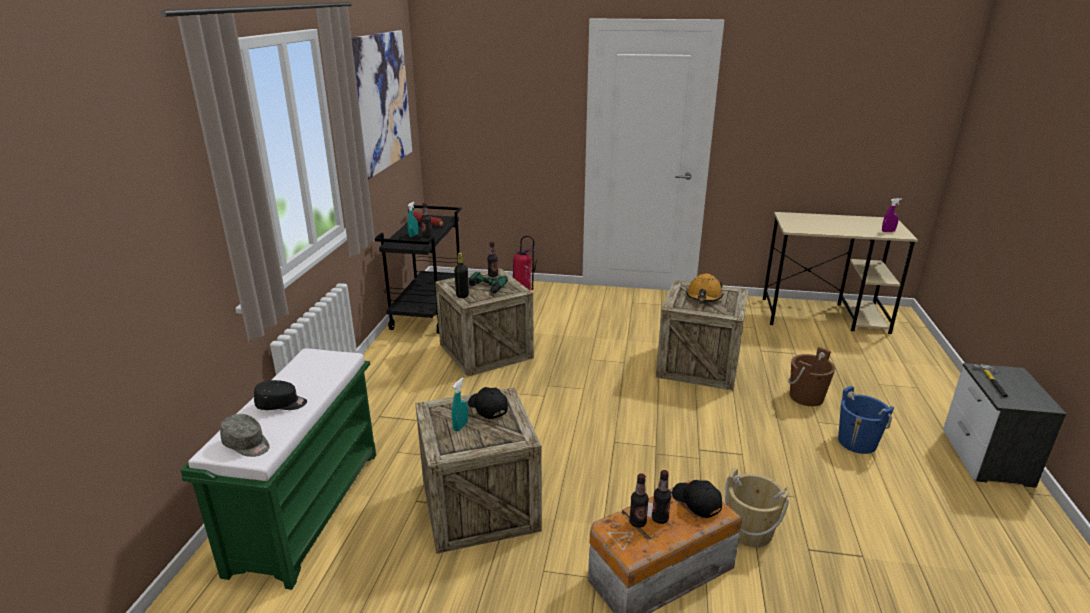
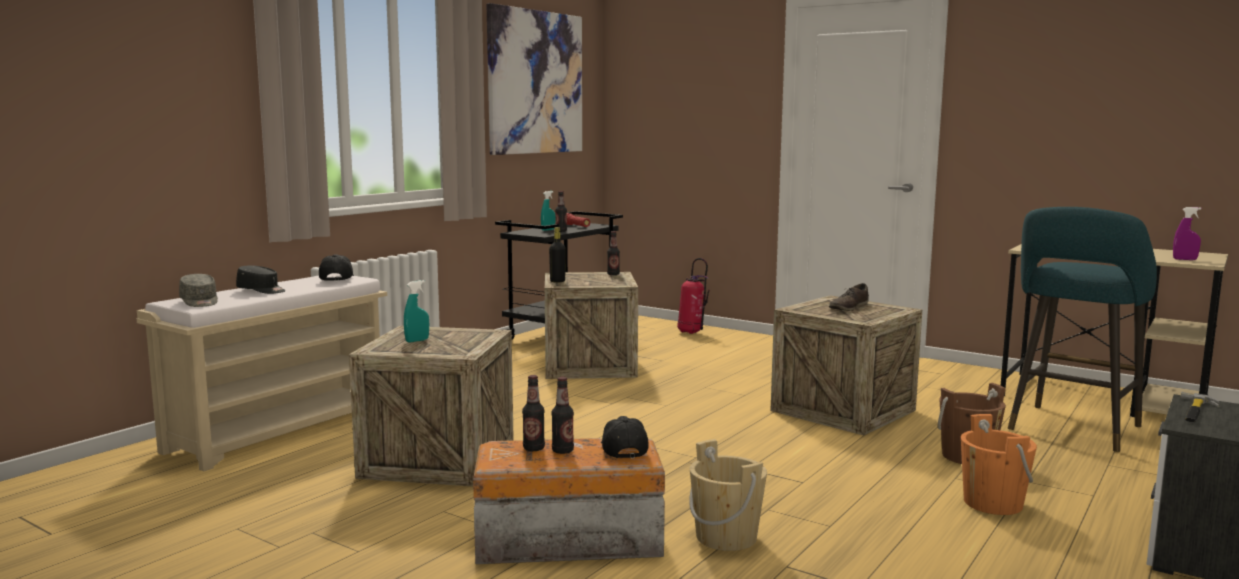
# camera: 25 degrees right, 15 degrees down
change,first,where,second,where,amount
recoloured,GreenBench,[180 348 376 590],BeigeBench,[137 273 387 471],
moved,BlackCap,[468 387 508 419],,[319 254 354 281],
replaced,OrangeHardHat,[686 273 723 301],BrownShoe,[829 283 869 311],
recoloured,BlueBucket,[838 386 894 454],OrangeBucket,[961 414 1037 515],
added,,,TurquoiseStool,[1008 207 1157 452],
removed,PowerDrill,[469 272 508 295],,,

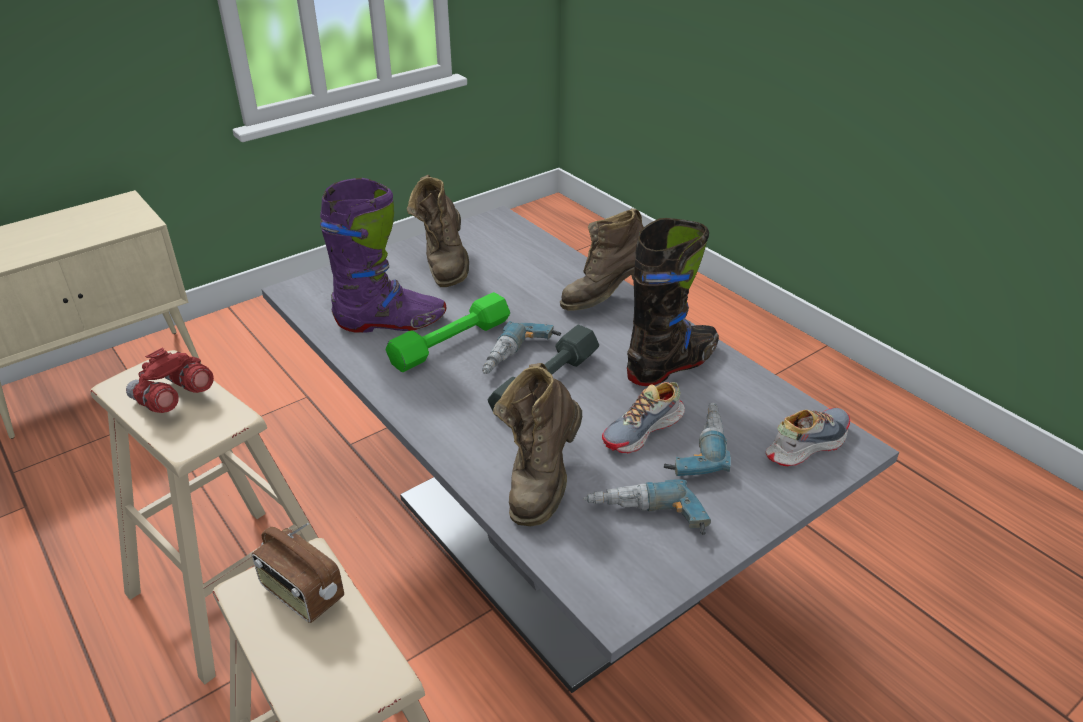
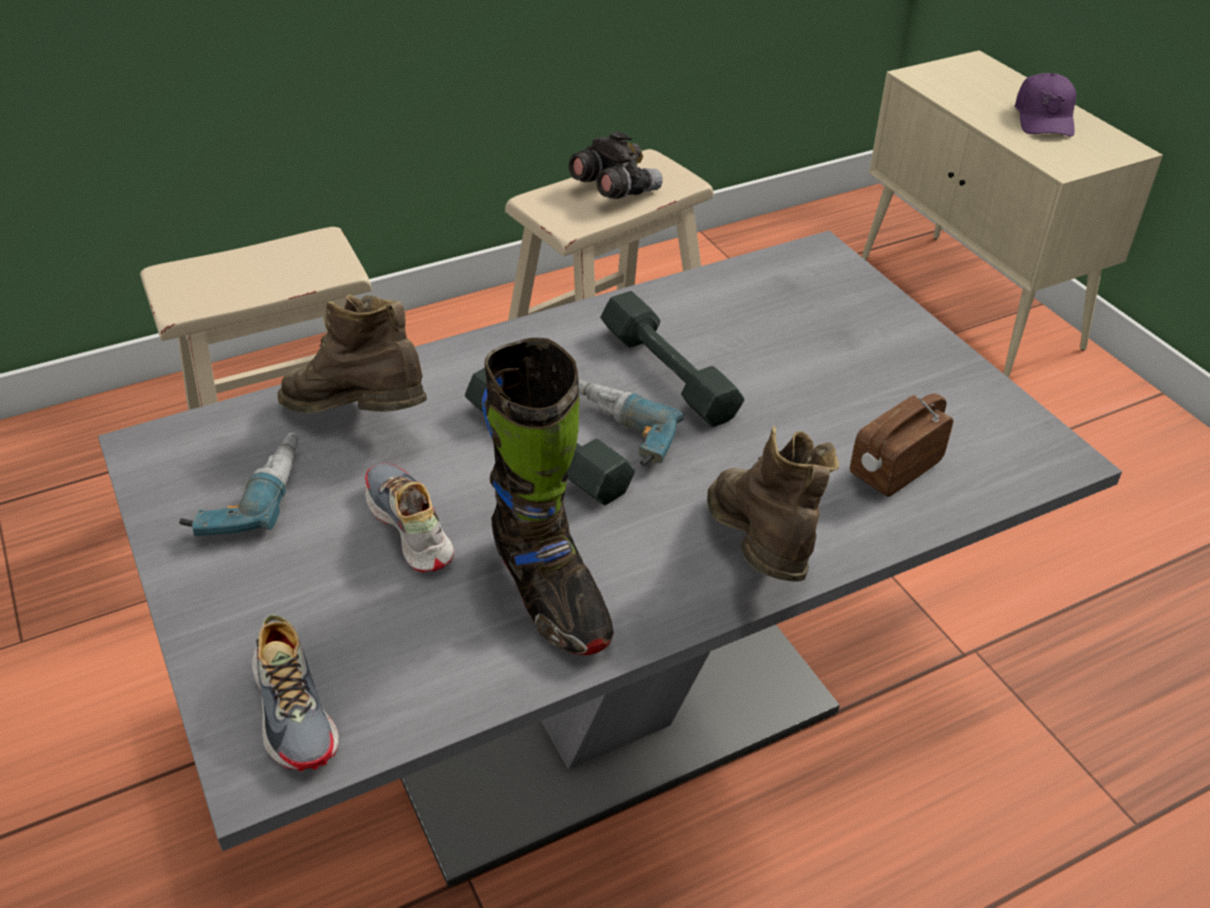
# camera: 100 degrees right, 5 degrees up
change,first,where,second,where,amount
recoloured,RedBinoculars,[126 348 214 413],GreyBinoculars,[569 131 663 199],
recoloured,GreenDumbbell,[385 292 510 372],GreyDumbbell,[600 291 745 427],
moved,Radio,[252 523 344 623],,[850 393 953 497],
added,,,PurpleCap,[1015 73 1076 136],
removed,PurpleBoot,[320 178 446 333],,,
removed,BrownBoot,[407 175 469 287],,,
removed,PowerDrill,[664 403 731 476],,,

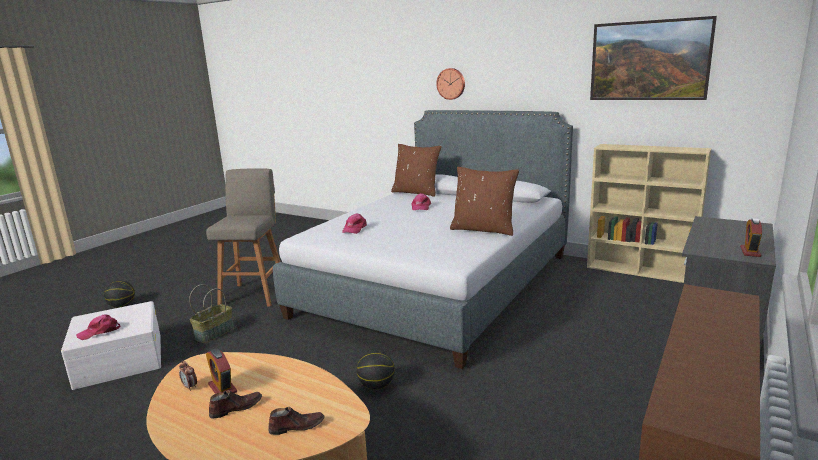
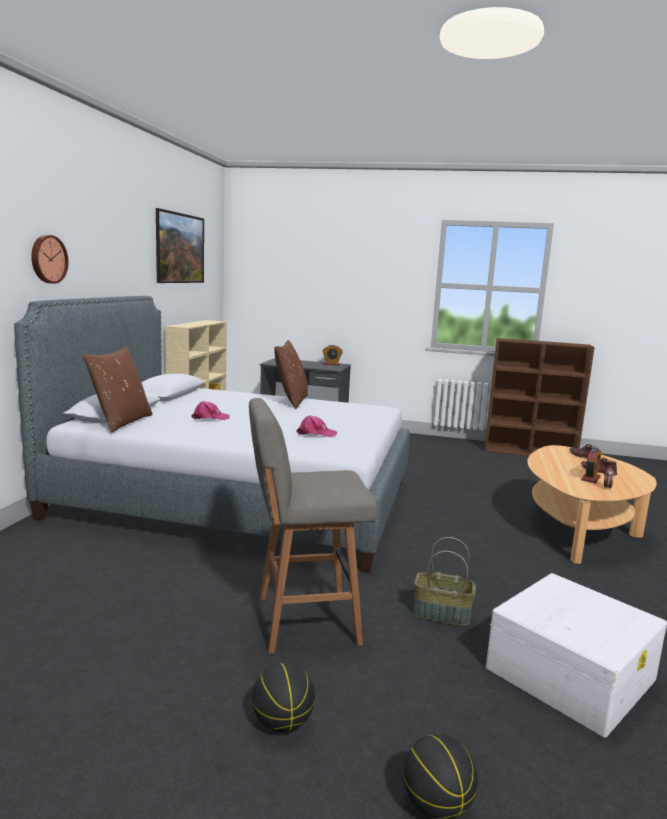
# camera: 110 degrees left, 5 degrees down
change,first,where,second,where,amount
moved,Basketball,[357 351 395 390],,[252 662 315 732],
removed,PinkCap,[76 314 120 340],,,

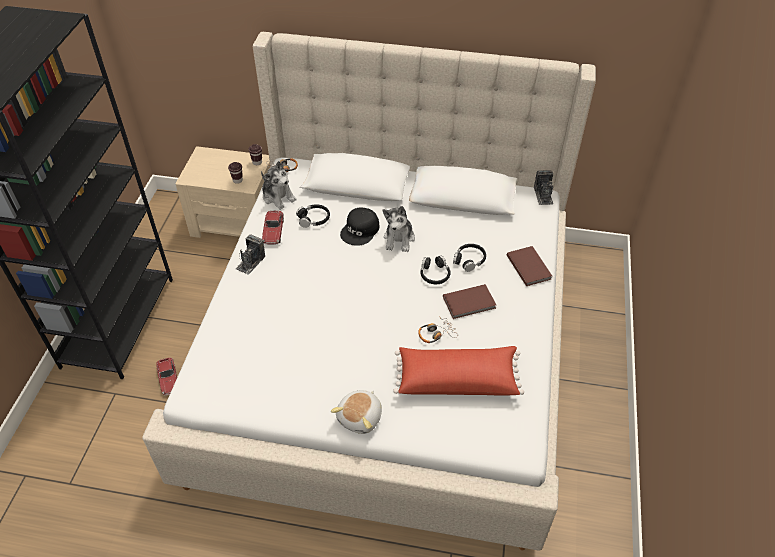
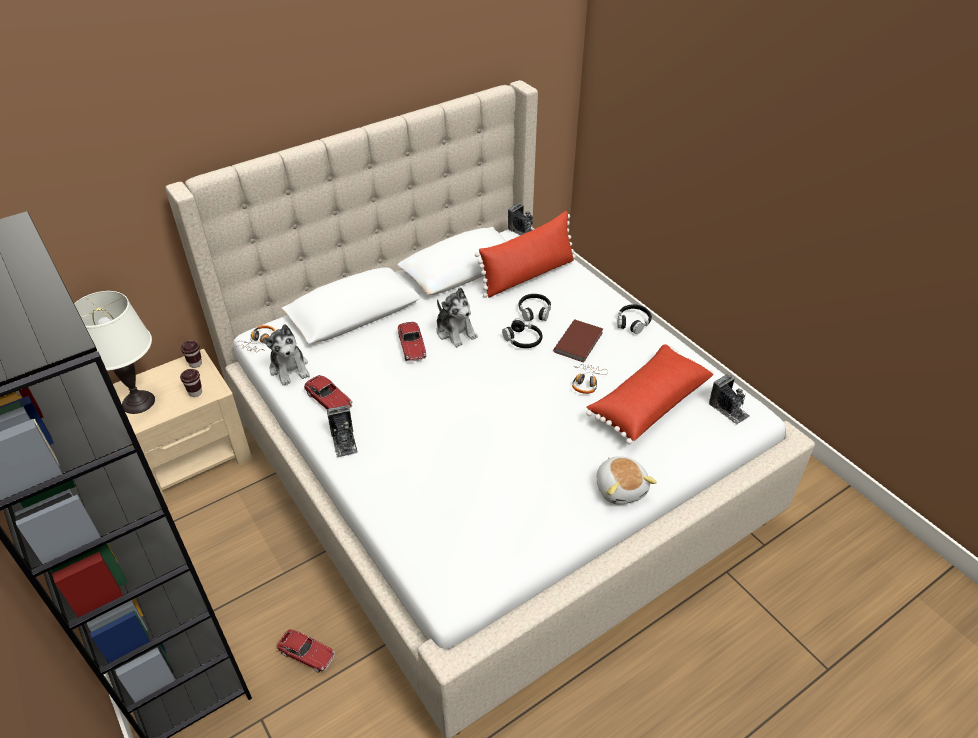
# camera: 45 degrees left, 5 degrees down
change,first,where,second,where,amount
added,,,WhiteTableLamp,[74 291 155 414],
turned,PlushToy,[261 161 297 210],,[262 324 309 386],60 degrees clockwise
replaced,BlackCap,[340 207 379 246],ToyCar,[398 322 426 361],
added,,,RedPillow,[475 211 576 298],
moved,BlackHeadphones,[296 204 330 228],,[617 304 652 334],
added,,,PhotoCamera,[709 374 750 425],
removed,BrownBook,[507 246 552 286],,,

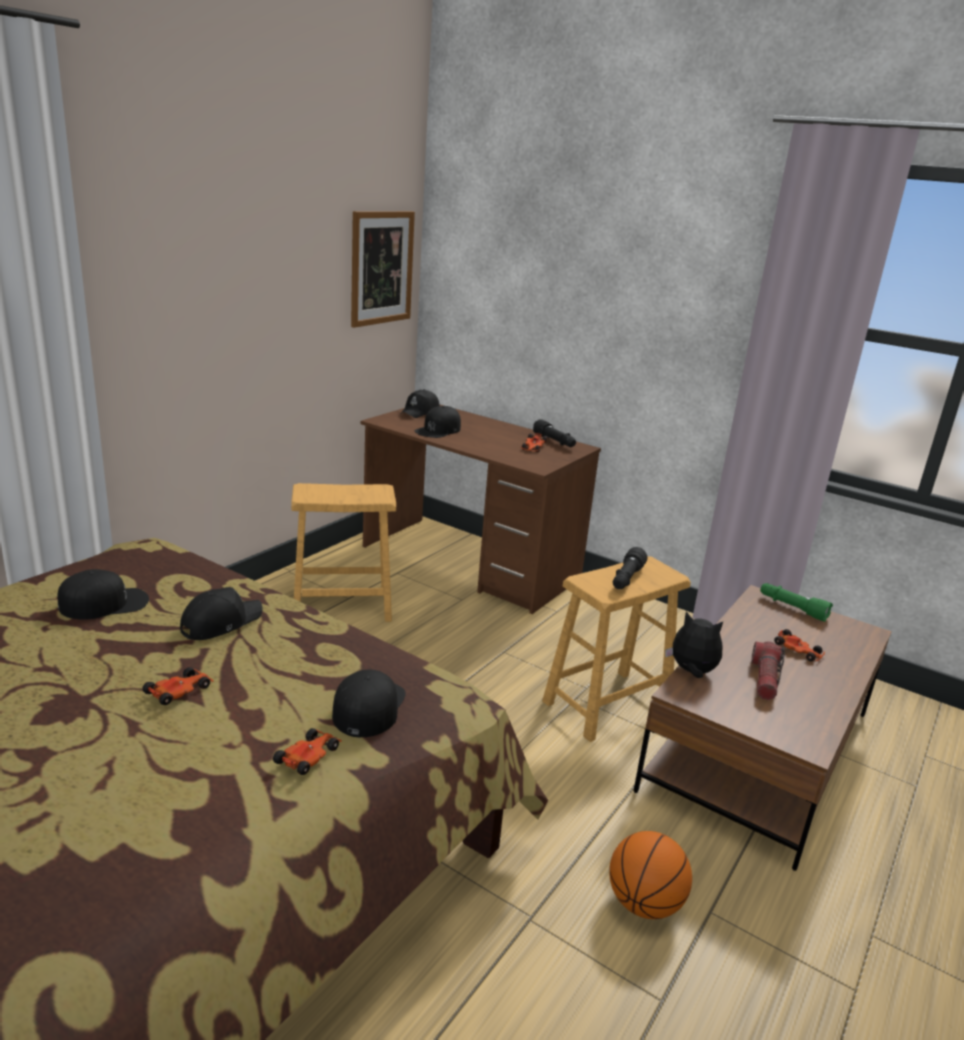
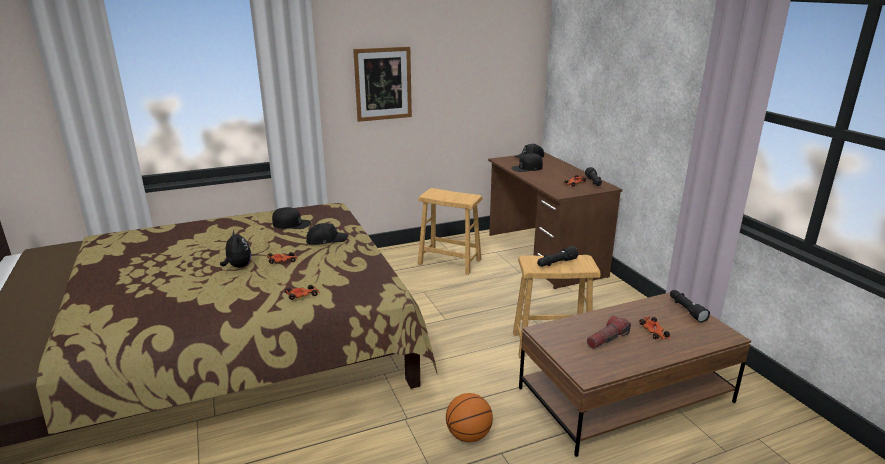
# camera: 35 degrees right, 0 degrees up
change,first,where,second,where,amount
moved,PlushToy,[665 611 723 678],,[220 229 251 268],
moved,Picture,[351 211 415 328],,[353 46 412 122],
recoloured,GreenFlashlight,[760 583 833 622],BlackFlashlight,[670 290 710 323],
removed,BlackCap,[332 670 406 737],,,

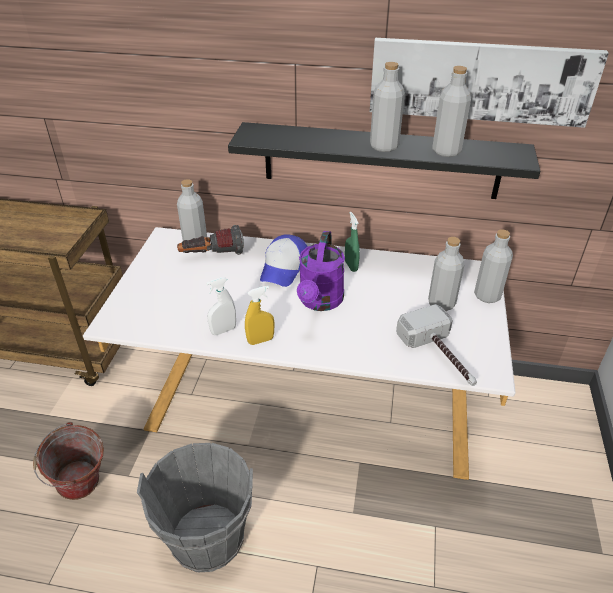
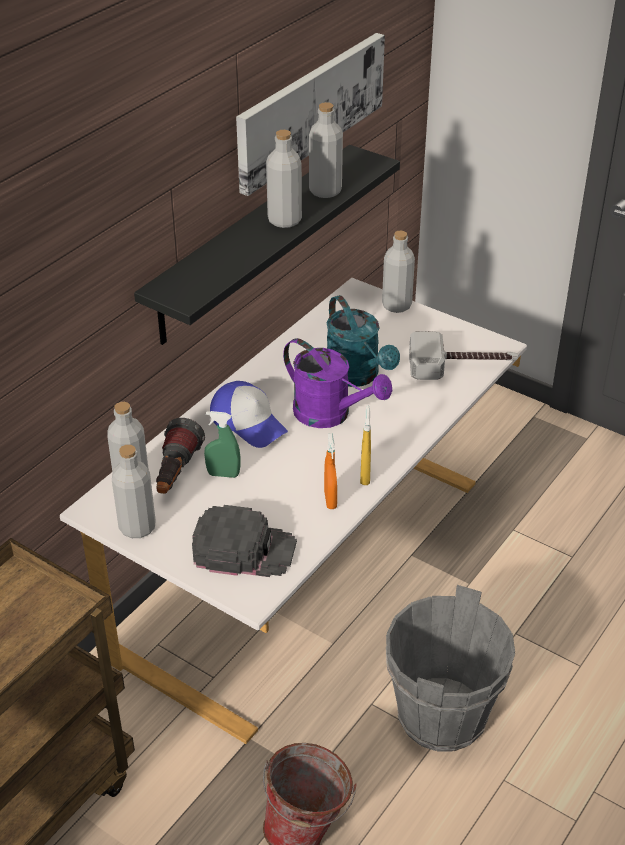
# camera: 65 degrees left, 0 degrees up
change,first,where,second,where,amount
moved,GreyBottle,[428 237 465 311],,[112 445 155 538],
added,,,BlackCap,[192 505 297 577],
moved,GreenSprayBottle,[345 212 360 272],,[204 411 240 478],
recoloured,WhiteSprayBottle,[206 277 236 335],OrangeSprayBottle,[324 433 337 509],
added,,,TurquoiseWateringCan,[327 295 400 387],

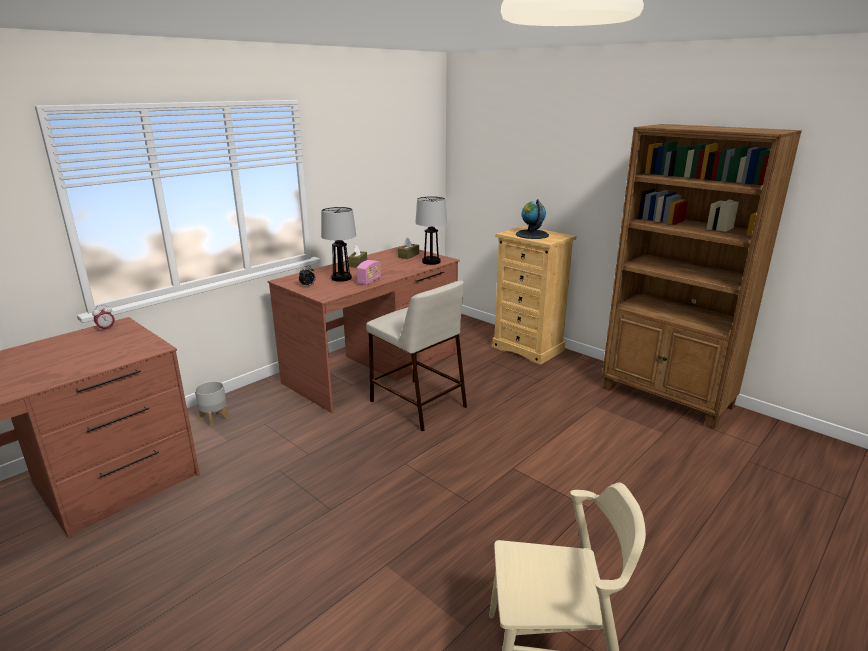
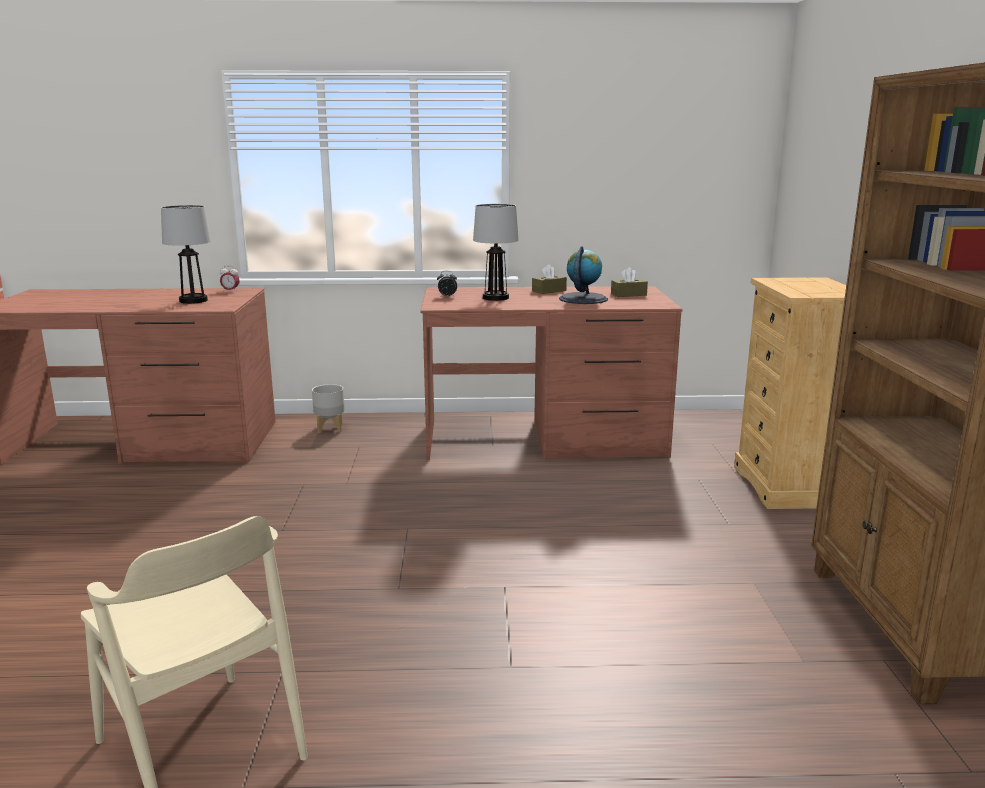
# camera: 45 degrees right, 5 degrees down
change,first,where,second,where,amount
moved,TableLamp,[415 196 447 265],,[161 205 211 304],
moved,Globe,[516 199 549 239],,[559 246 608 304],
removed,Radio,[357 260 381 285],,,
removed,BeigeStool,[366 280 467 431],,,

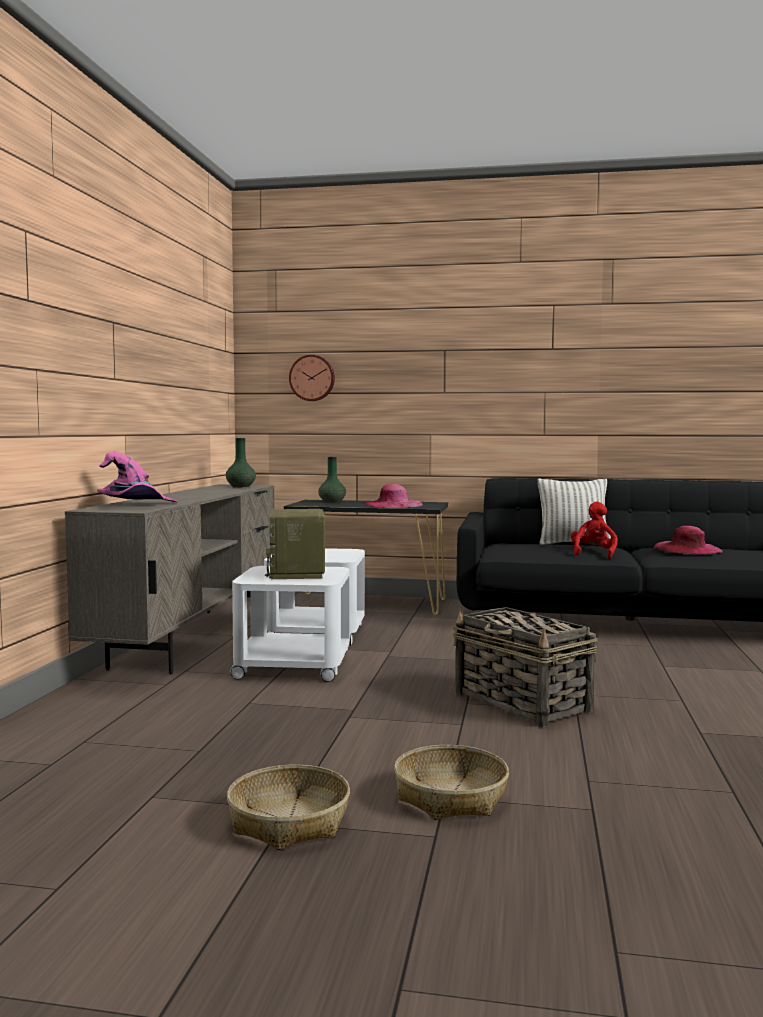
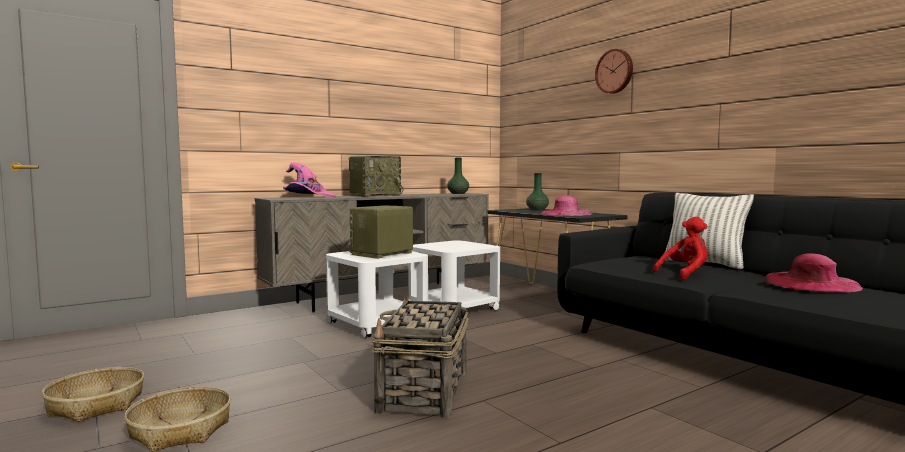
# camera: 45 degrees right, 0 degrees up
change,first,where,second,where,amount
added,,,Radio,[349 156 404 197],
moved,WallClock,[289 355 335 401],,[595 49 633 94],

